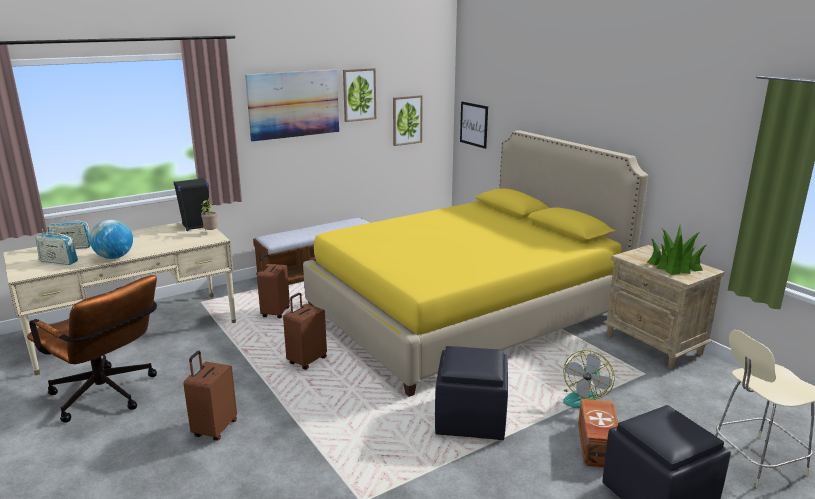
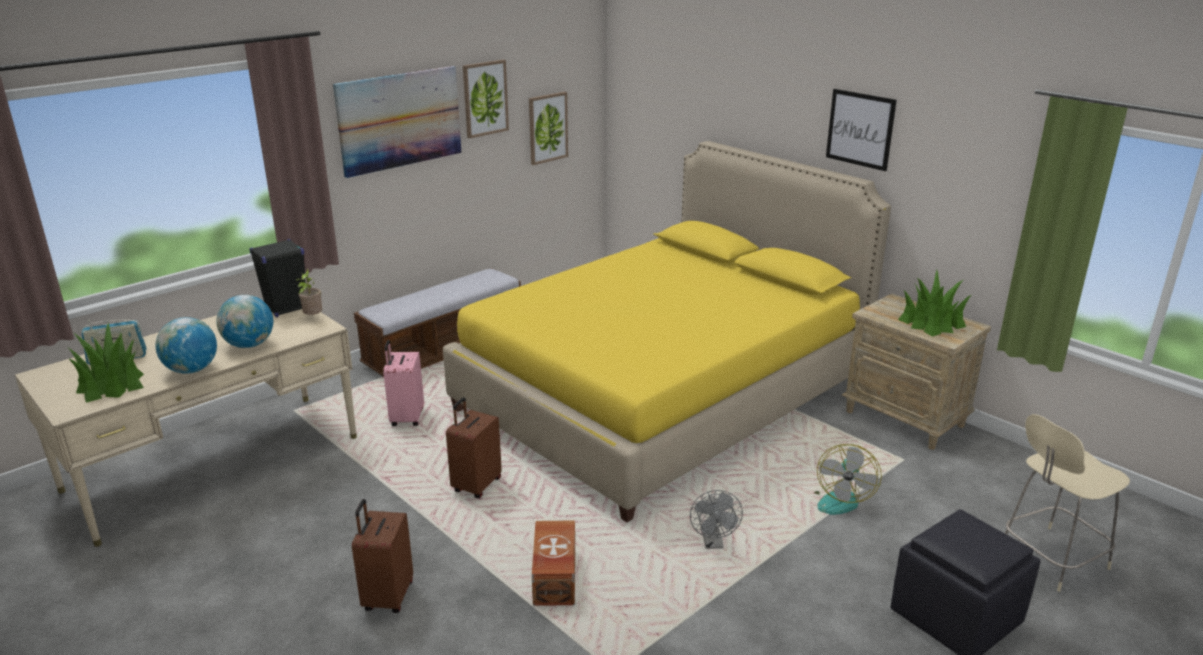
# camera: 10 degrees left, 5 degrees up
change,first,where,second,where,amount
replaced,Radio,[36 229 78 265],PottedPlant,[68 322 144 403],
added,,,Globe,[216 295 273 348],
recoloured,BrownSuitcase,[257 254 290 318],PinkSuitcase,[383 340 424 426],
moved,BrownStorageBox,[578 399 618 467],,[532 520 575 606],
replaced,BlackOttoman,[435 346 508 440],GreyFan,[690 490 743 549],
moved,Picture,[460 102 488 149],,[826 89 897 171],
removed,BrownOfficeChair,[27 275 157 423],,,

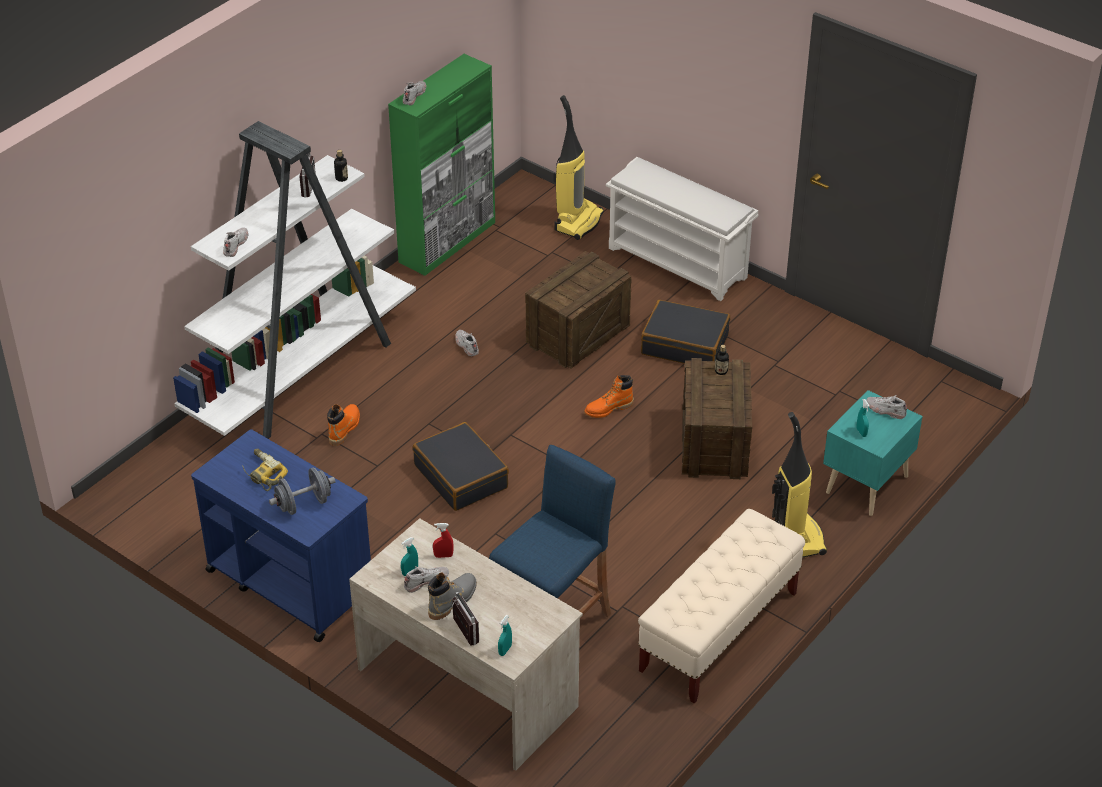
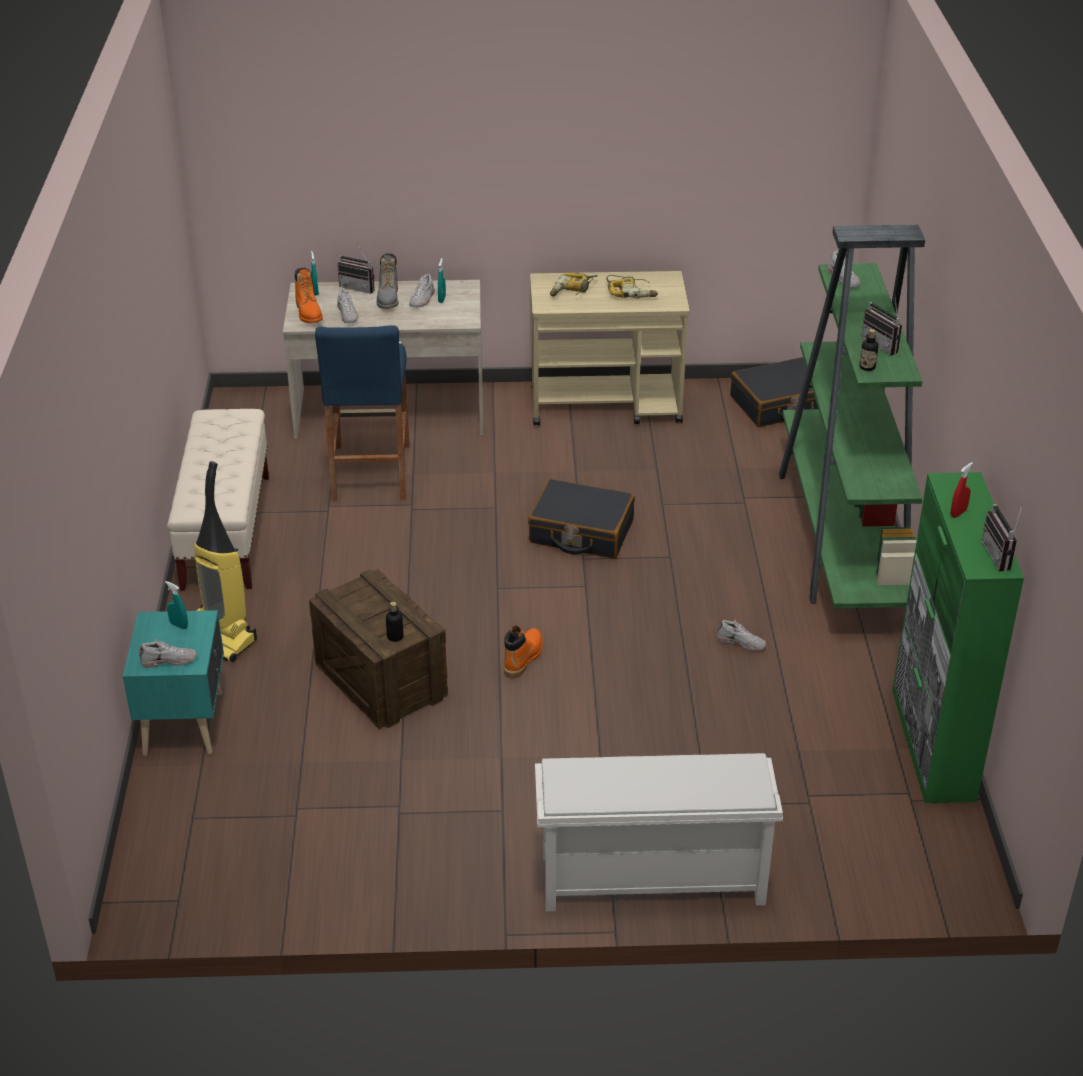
# camera: 140 degrees right, 5 degrees down
change,first,where,second,where,amount
moved,OrangeBoot,[327 404 360 446],,[295 267 323 324],
moved,WhiteShoe,[403 81 426 105],,[337 288 358 323],
recoloured,BlueCart,[191 429 371 642],BeigeCart,[530 271 690 426],
replaced,GreyDumbbell,[269 467 336 515],PowerDrill,[550 273 598 296],
moved,BlackSuitcase,[641 300 730 364],,[731 357 818 427],
recoloured,WhiteBookcase,[173 121 416 439],GreenBookcase,[779 225 925 608],
moved,RedSprayBottle,[433 523 454 558],,[951 462 973 518],
added,,,Radio,[981 503 1023 572],
removed,Crate,[525 251 632 369],,,
removed,VacuumCleaner,[554 95 604 240],,,

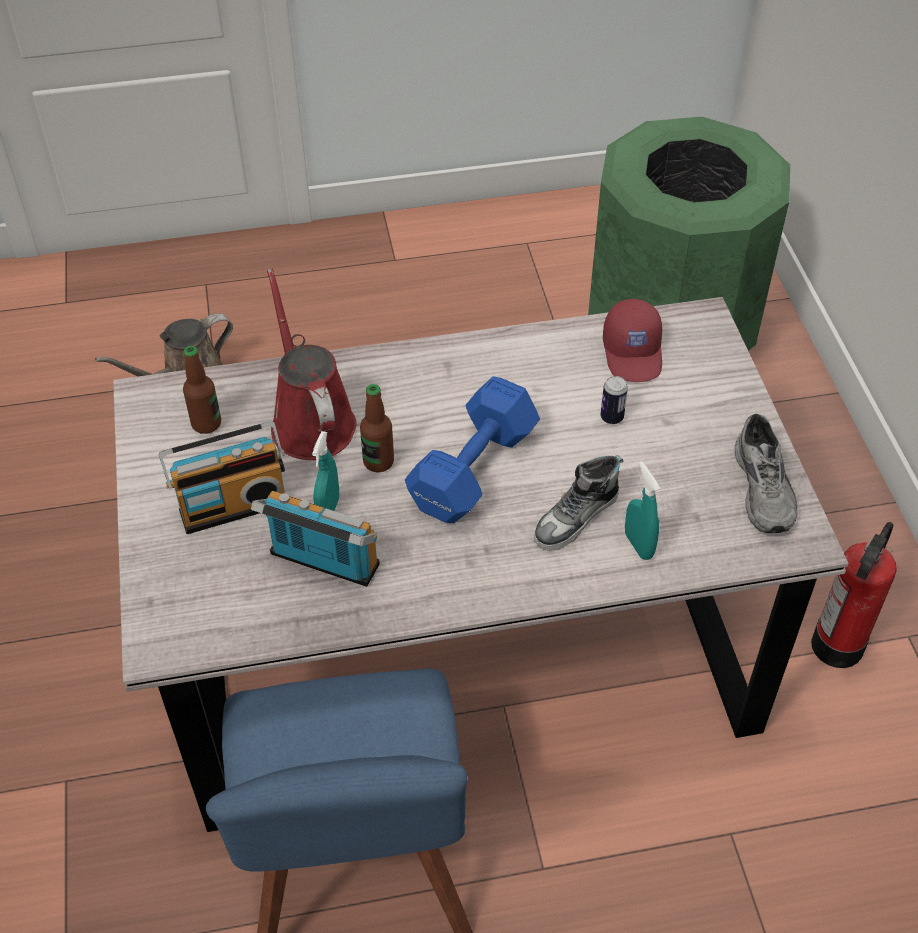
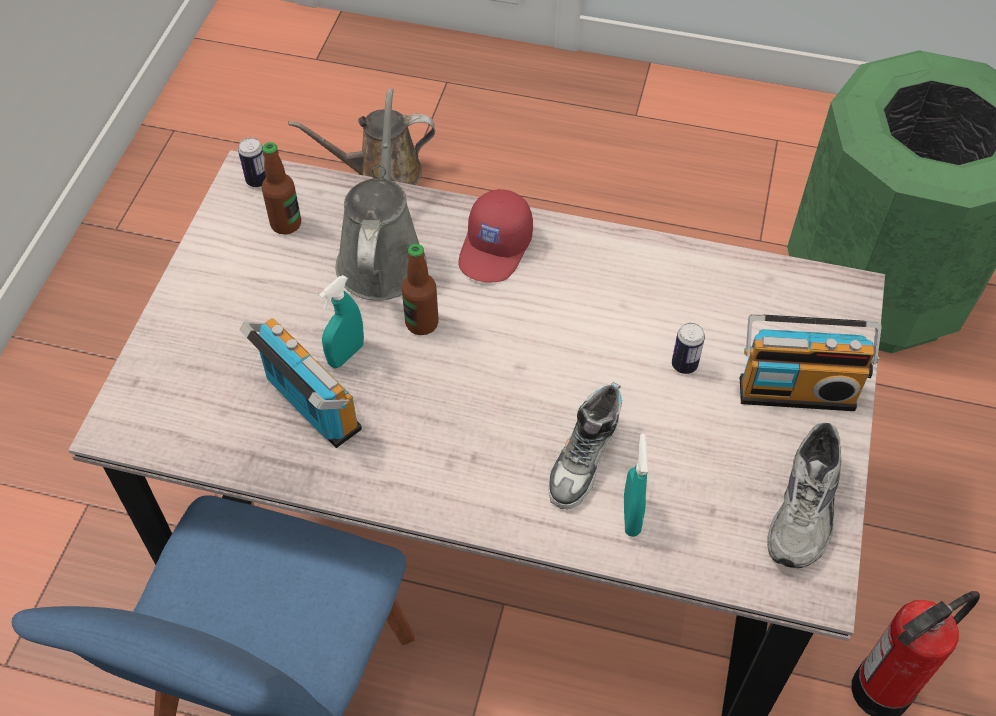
# camera: 25 degrees right, 5 degrees up
change,first,where,second,where,amount
added,,,Can,[238 137 266 187],
recoloured,RedWateringCan,[267 268 357 460],GreyWateringCan,[335 88 427 301],
moved,RedCap,[603 299 662 382],,[458 189 533 283],
turned,Shoe,[534 455 623 551],,[548 382 622 509],45 degrees counterclockwise
moved,Radio,[159 421 285 534],,[740 314 882 411],
removed,BlueDumbbell,[405 376 540 523],,,

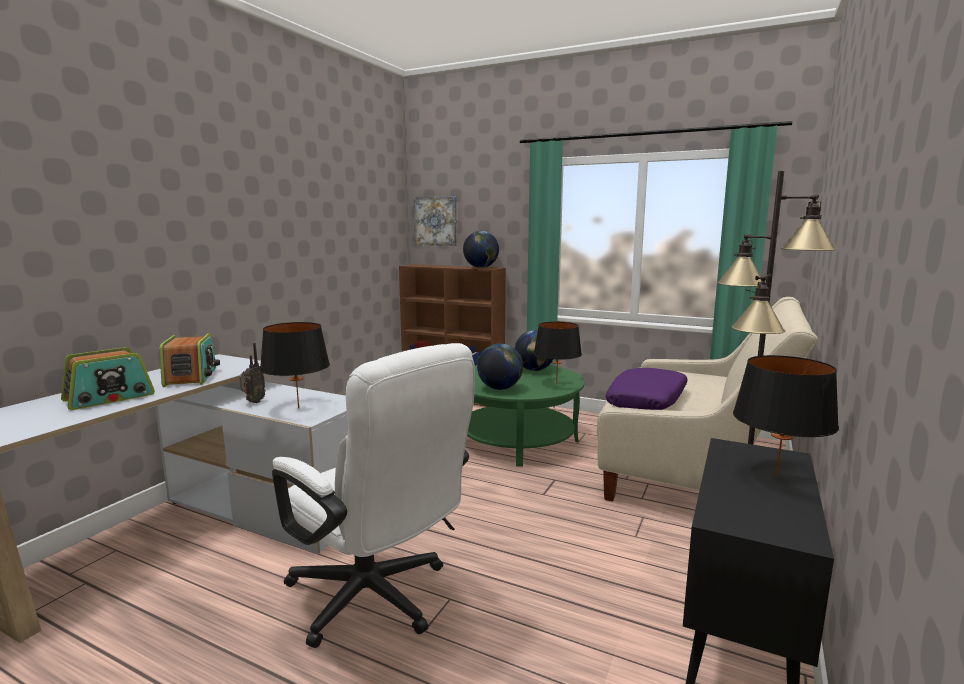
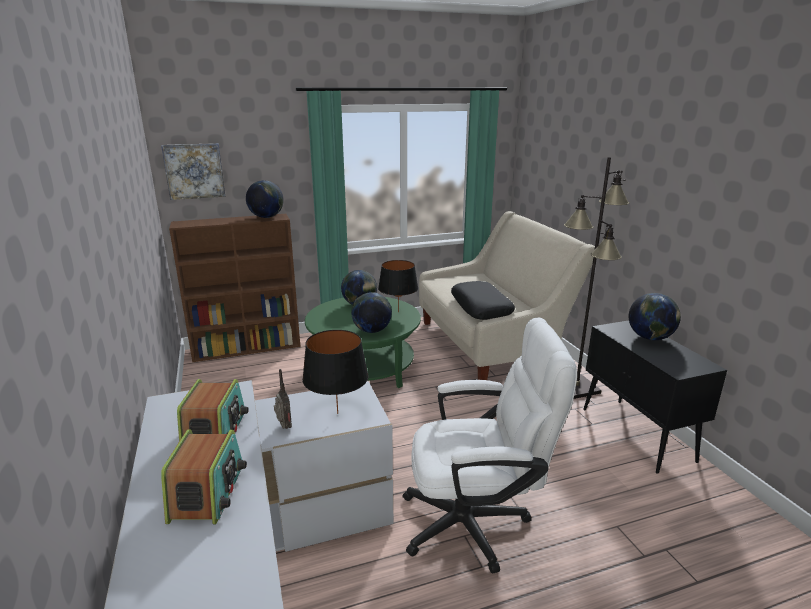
# camera: 45 degrees left, 10 degrees up
change,first,where,second,where,amount
turned,Radio,[159 334 220 387],,[177 379 249 441],60 degrees clockwise
recoloured,PurplePillow,[606 368 688 410],BlackPillow,[451 281 515 320],
replaced,BlackTableLamp,[733 355 839 476],Globe,[629 293 681 340],

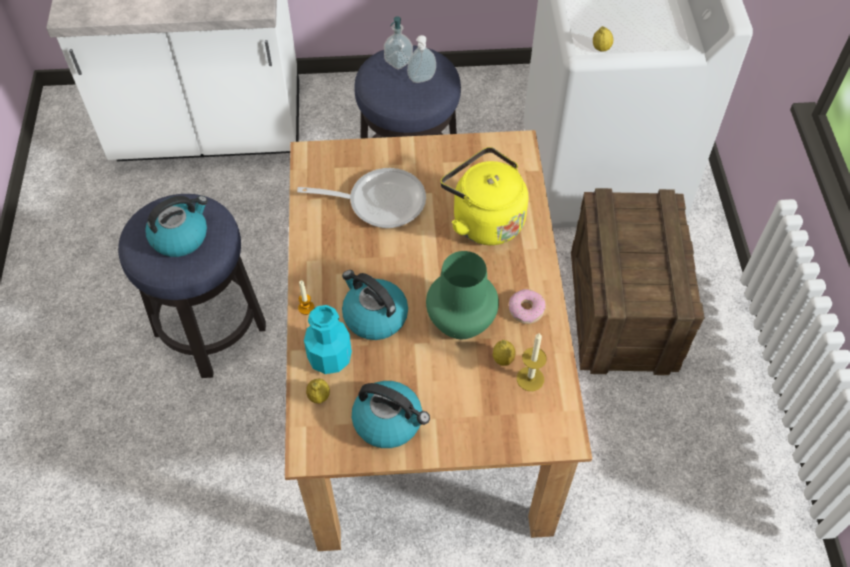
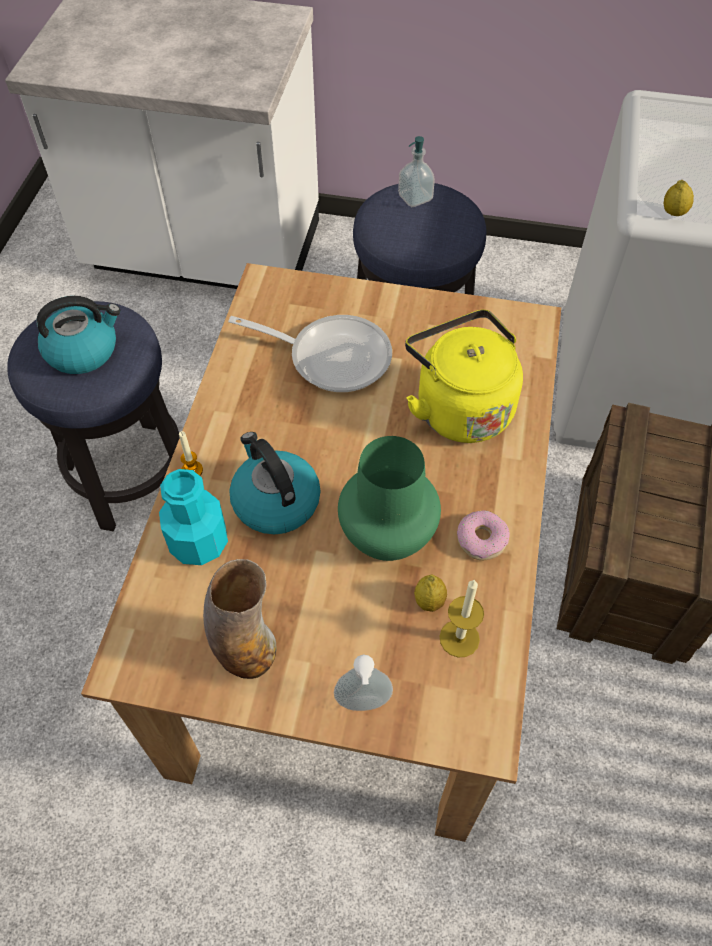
# camera: 15 degrees right, 0 degrees up
change,first,where,second,where,amount
replaced,Kettle,[352 381 430 448],Vase,[203 559 276 679],
moved,SoapDispenser,[407 35 436 83],,[334 654 393 711],
removed,Lemon,[306 379 330 404],,,

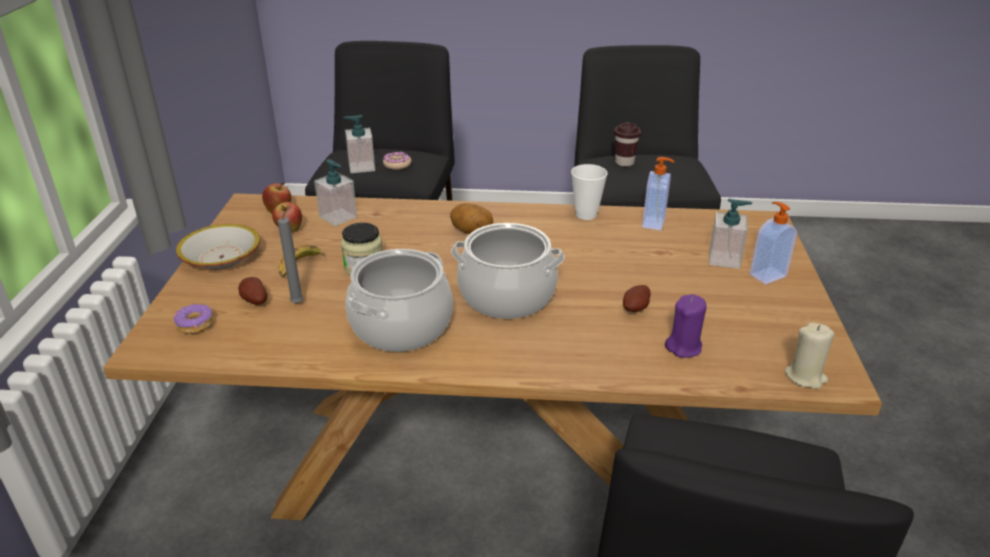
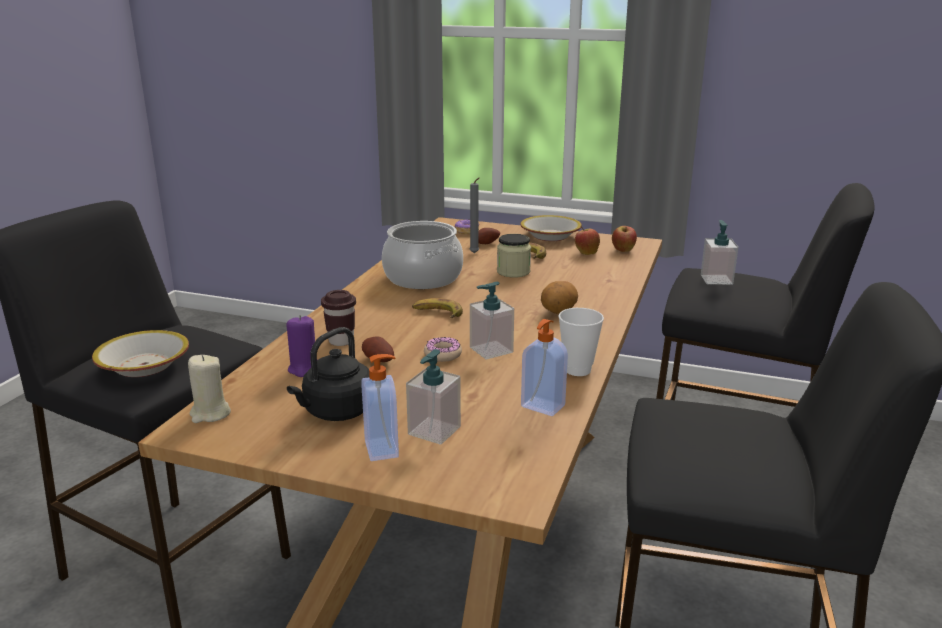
# camera: 105 degrees right, 10 degrees down
change,first,where,second,where,amount
added,,,Bowl,[92 330 189 377],
added,,,BlackKettle,[287 327 369 421],
moved,BrownCup,[614 123 641 167],,[321 290 356 346],
replaced,CookingPot,[451 223 565 319],Banana,[412 298 463 318],
moved,Donut,[383 152 411 170],,[424 337 462 362],
moved,SoapDispenser,[314 159 357 226],,[470 282 514 359],

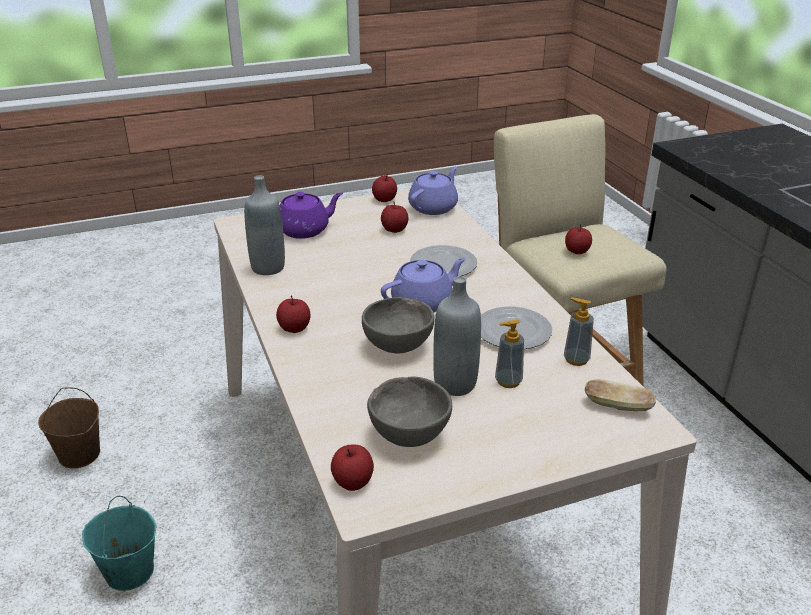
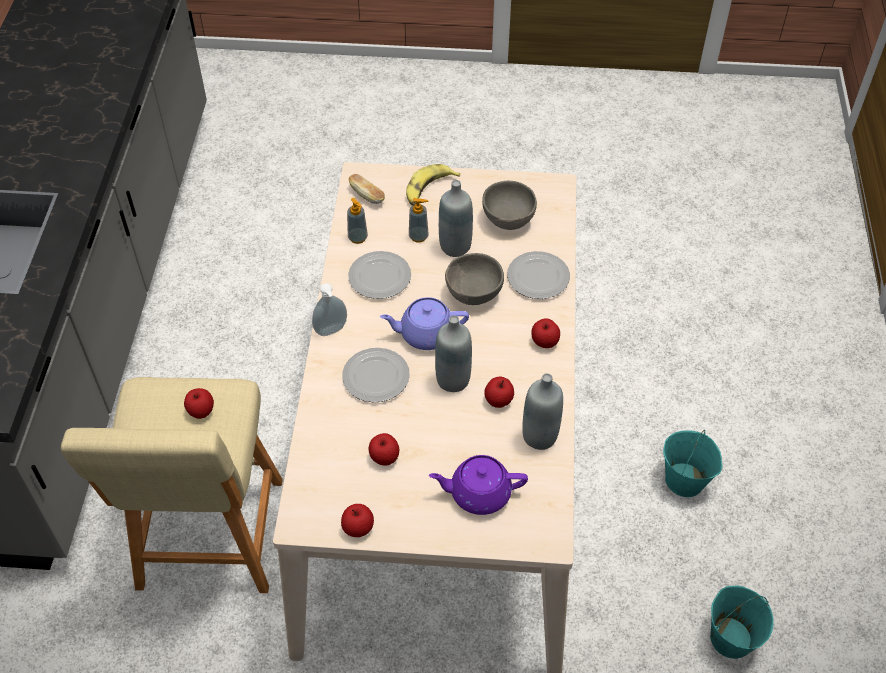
# camera: 155 degrees left, 20 degrees up
change,first,where,second,where,amount
added,,,SoapDispenser,[312 283 347 336],
added,,,Banana,[406 164 460 206],
added,,,GreyBottle,[435 315 472 392],
moved,Apple,[331 444 374 491],,[484 377 514 408],
added,,,Plate,[507 251 570 299],
recoloured,BrownBucket,[38 387 100 469],TurquoiseBucket,[710 586 774 659],
removed,PurpleTeapot,[408 166 458 215],,,

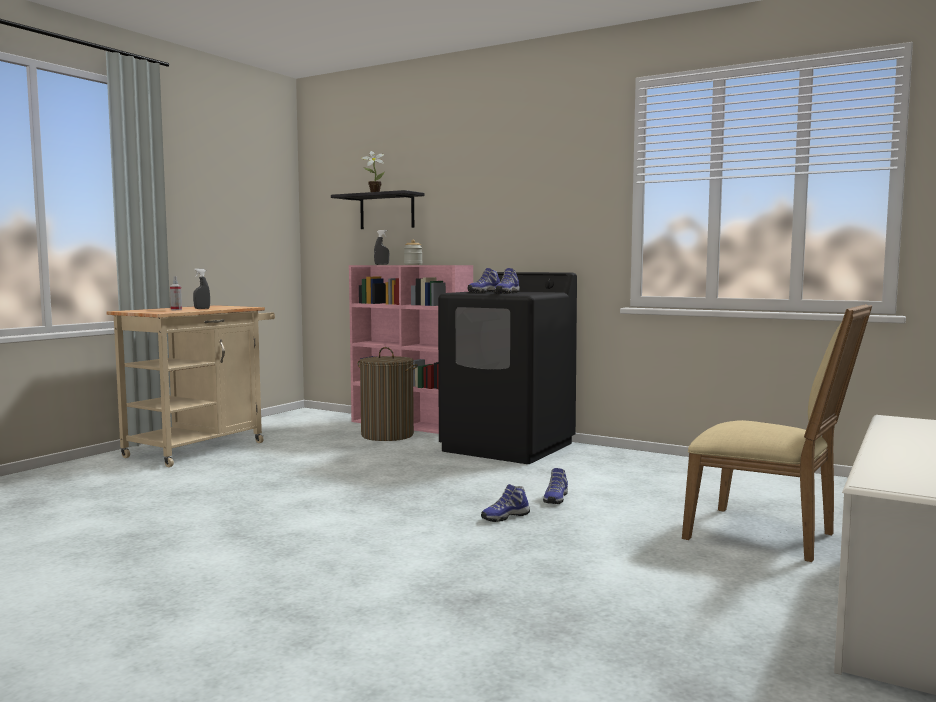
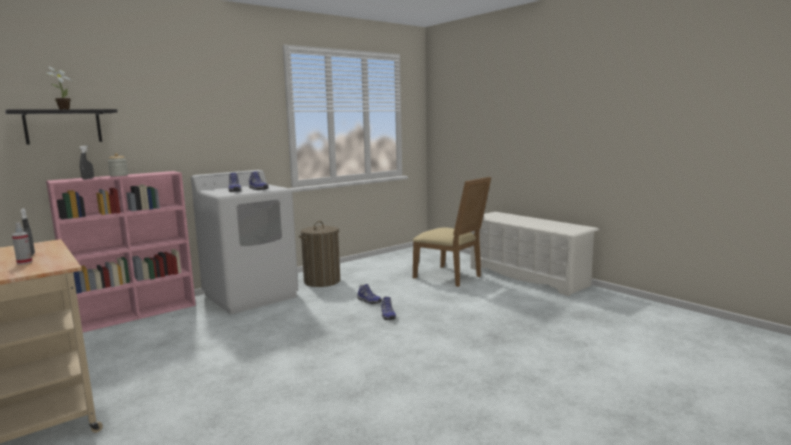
# camera: 70 degrees left, 5 degrees up
change,first,where,second,where,amount
recoloured,BlackWashingMachine,[438 272 577 464],WhiteWashingMachine,[191 170 298 314],
moved,LaundryBasket,[357 347 418 441],,[299 221 340 287],
turned,BeigeChair,[682 304 872 562],,[413 177 491 287],75 degrees clockwise

